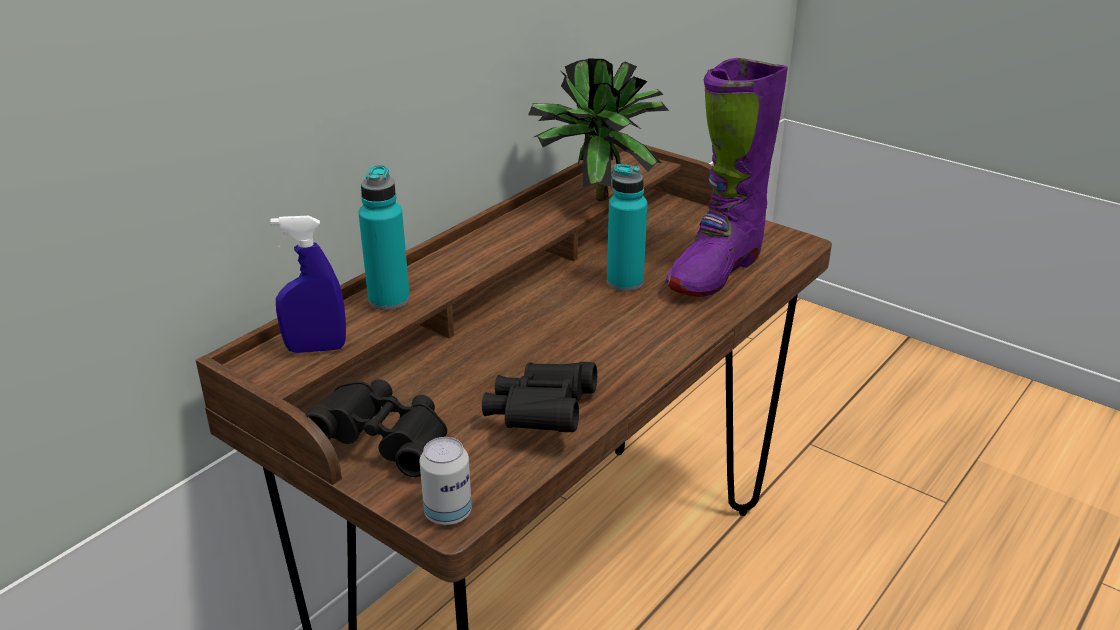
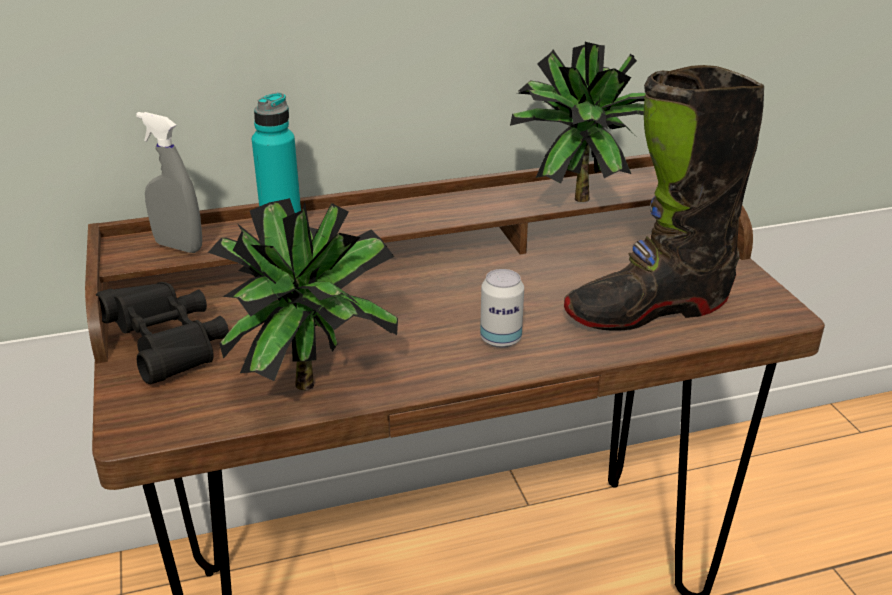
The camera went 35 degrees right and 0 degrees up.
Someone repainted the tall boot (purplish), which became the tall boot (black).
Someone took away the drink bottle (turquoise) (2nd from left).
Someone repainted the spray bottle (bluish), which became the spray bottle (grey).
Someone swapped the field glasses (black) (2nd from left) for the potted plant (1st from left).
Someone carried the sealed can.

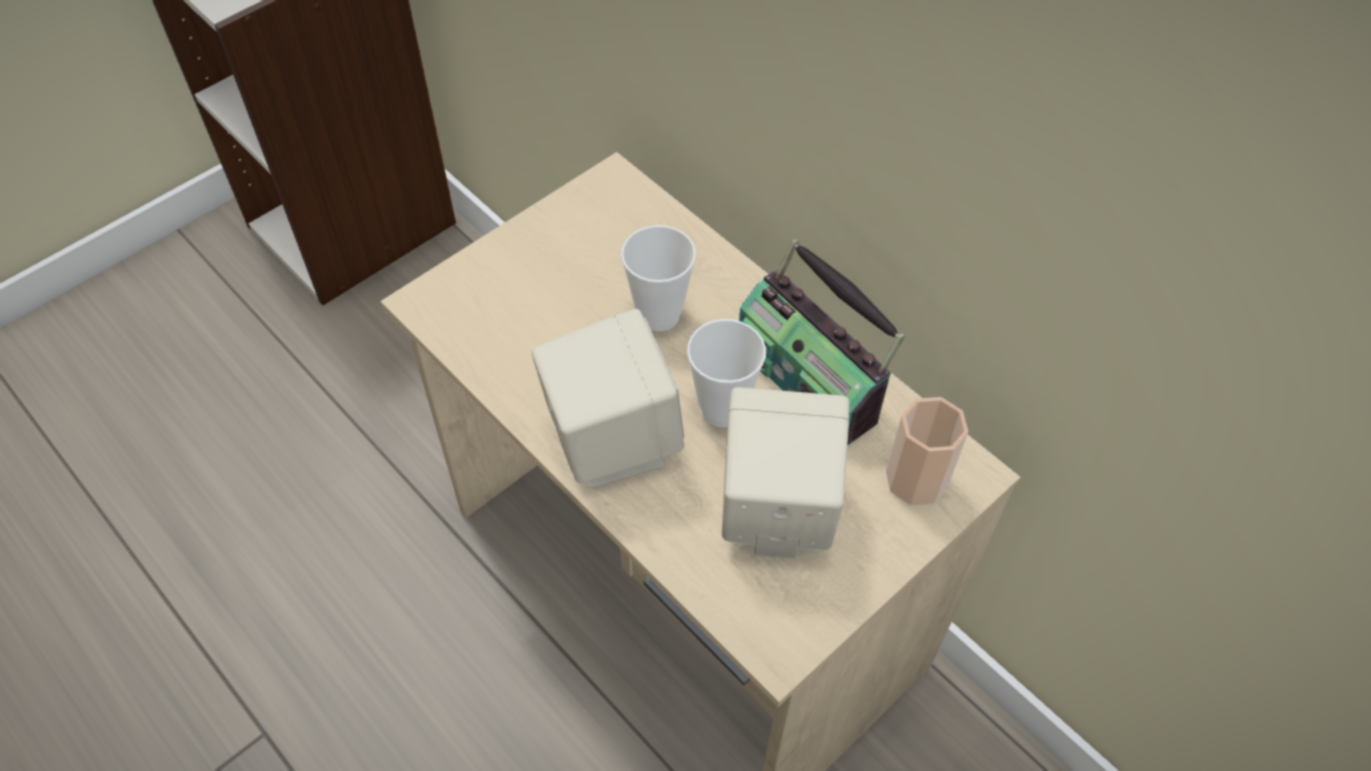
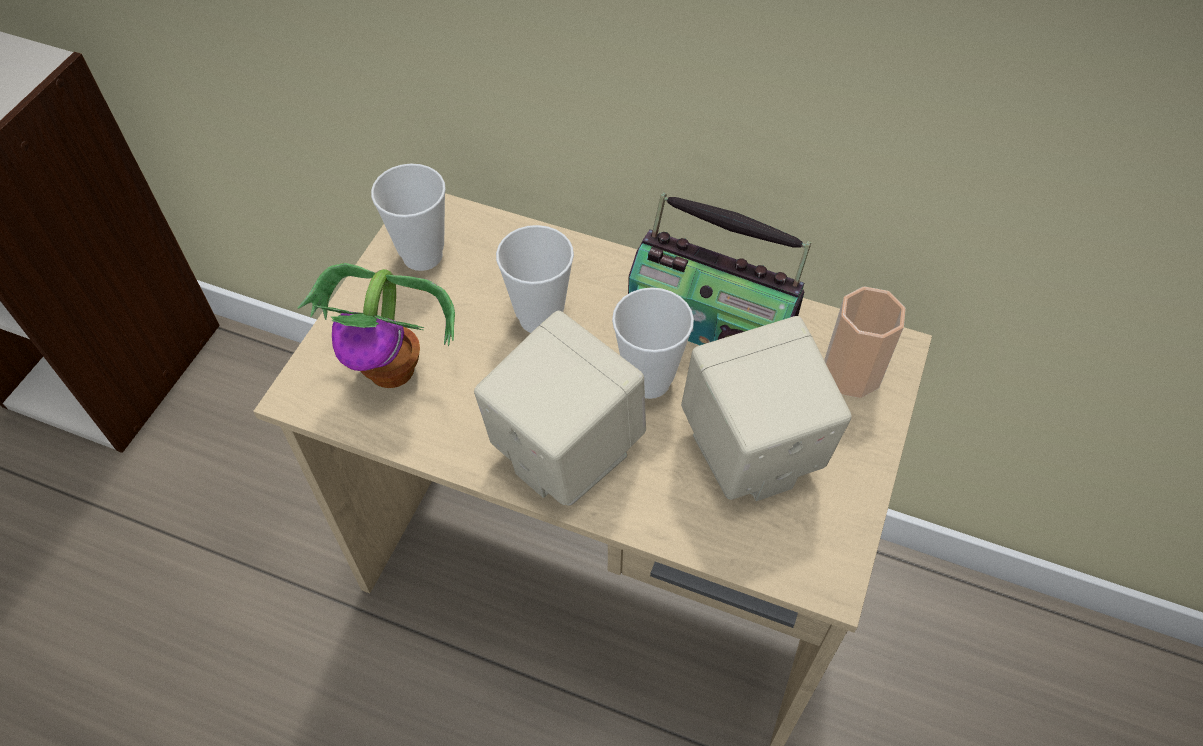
The camera went 25 degrees left and 0 degrees up.
Someone put down the cup (1st from left).
Someone put down the potted plant.

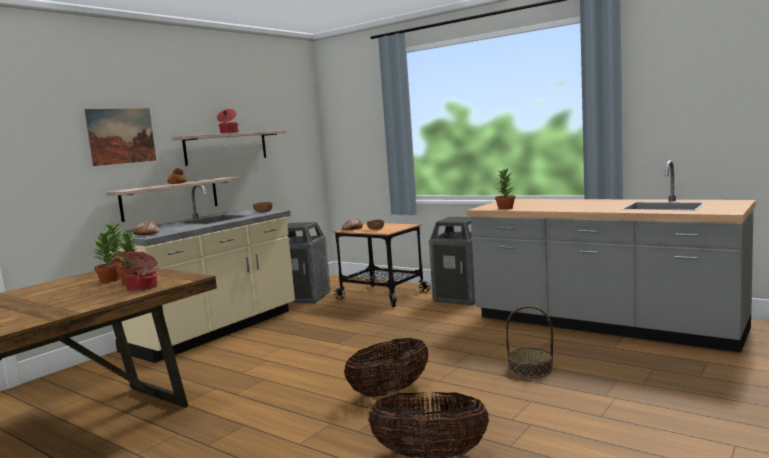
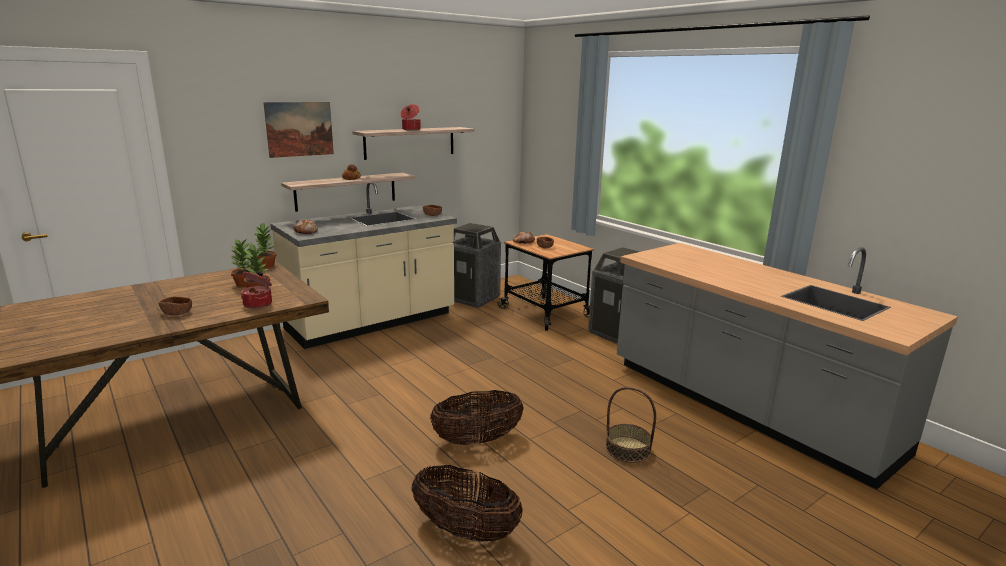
The camera went 15 degrees right and 10 degrees up.
Someone took away the potted plant (4th from left).
Someone put down the deep dish (brown) (1st from left).

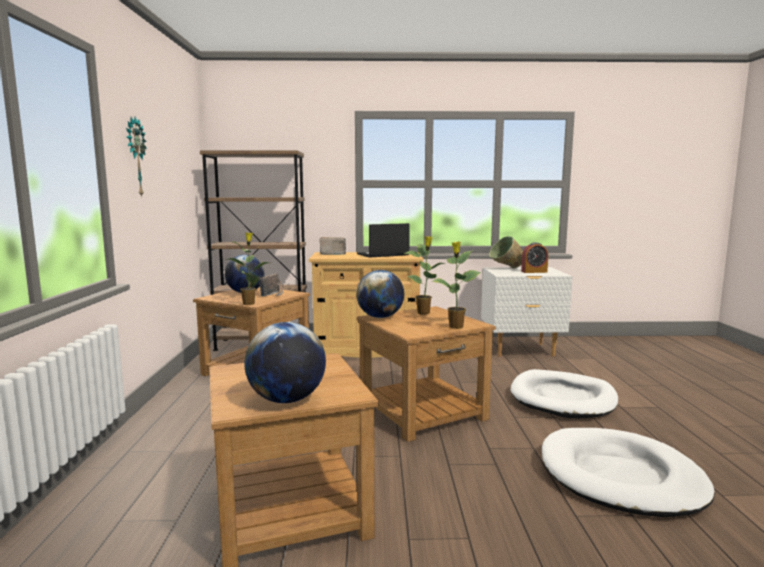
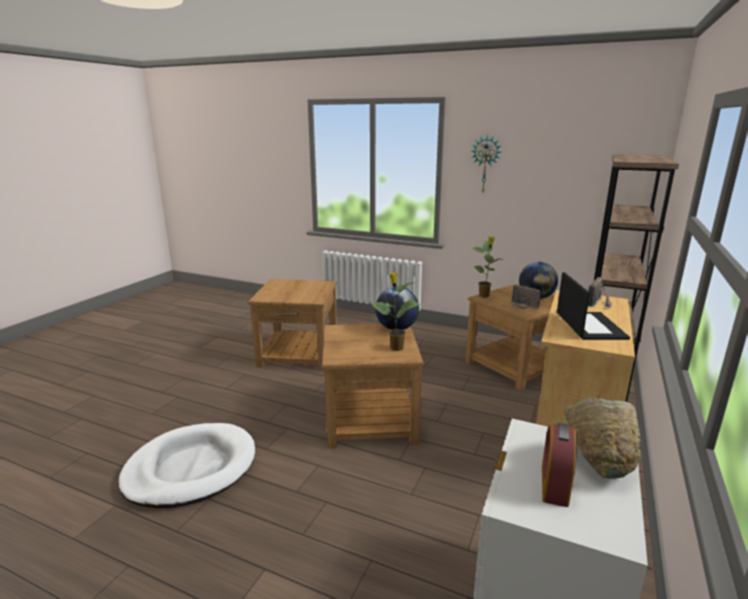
The camera went 115 degrees right and 10 degrees up.
Someone took away the potted plant (3rd from left).
Someone took away the world globe (2nd from left).
Someone took away the pet bed (white-coloured) (1st from left).

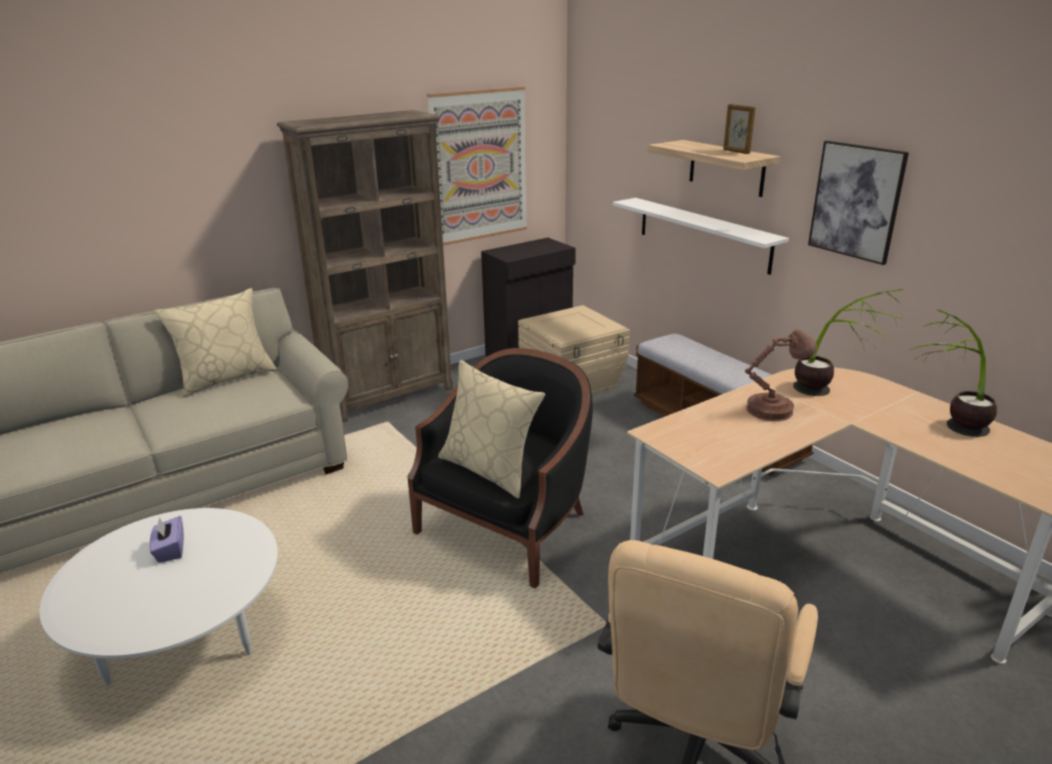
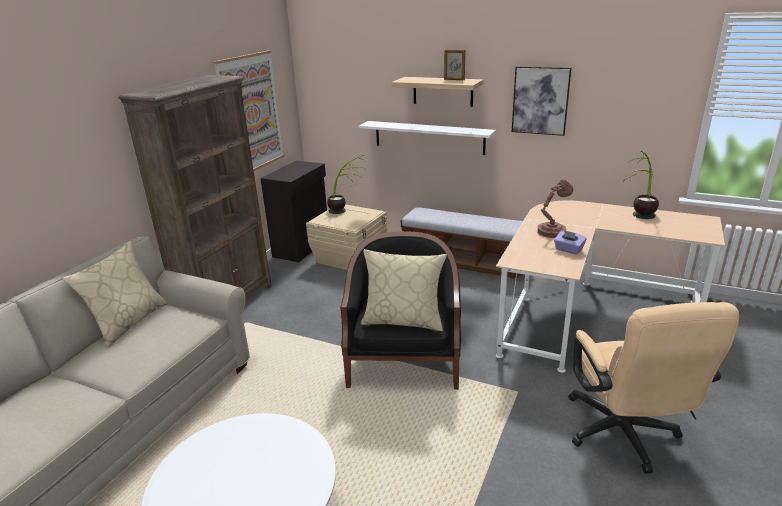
The camera went 30 degrees left and 0 degrees up.
Someone carried the potted plant (1st from left).
Someone carried the box of tissues (purplish).

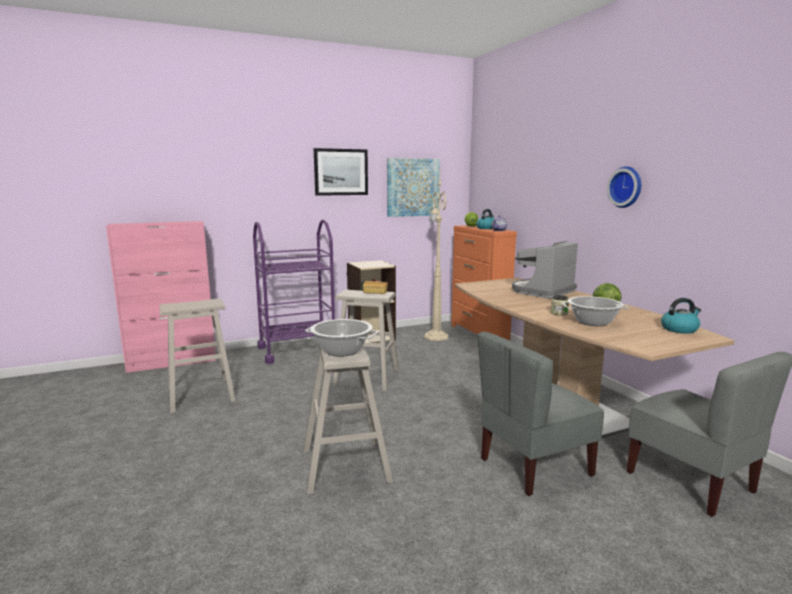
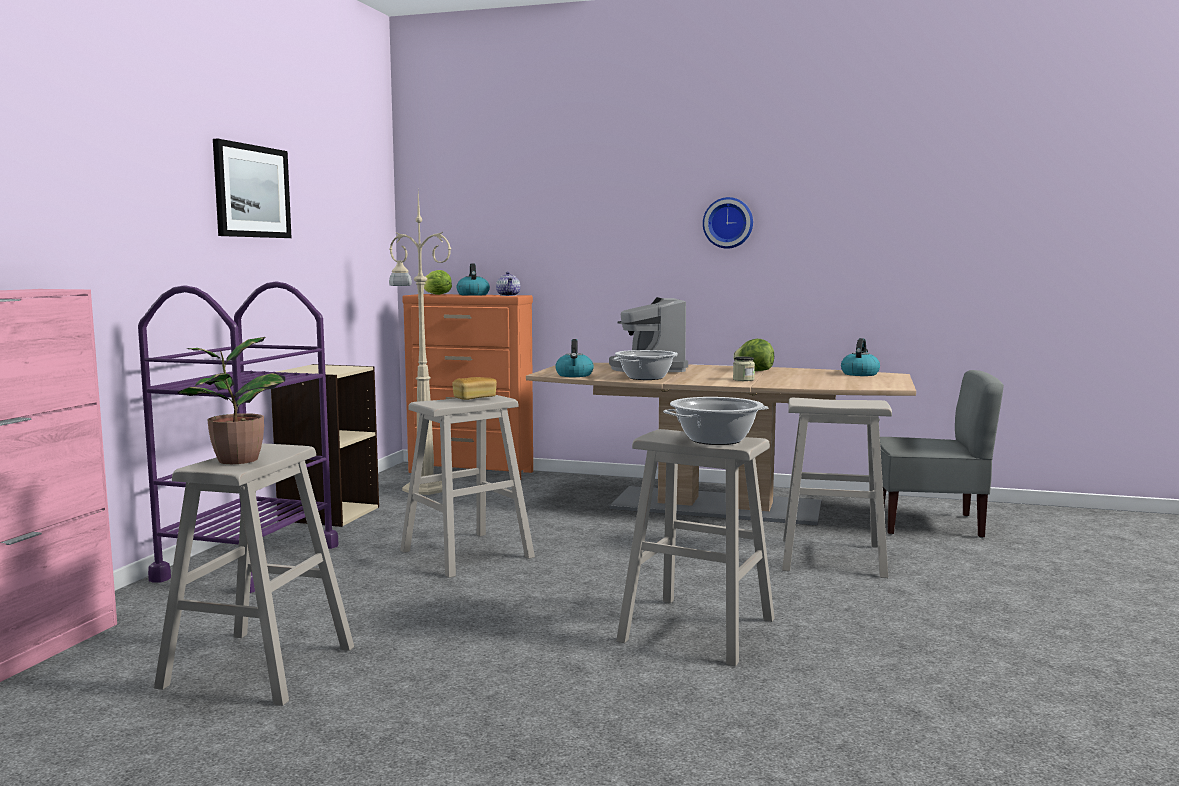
The camera went 50 degrees left and 5 degrees down.
Someone took away the picture (2nd from left).
Someone carried the stockpot (2nd from left in the first image).
Someone swapped the upright chair (grey) (1st from left) for the stool seat (beige-coloured) (4th from left).
Someone put down the potted plant.
Someone put down the tea kettle (2nd from left).

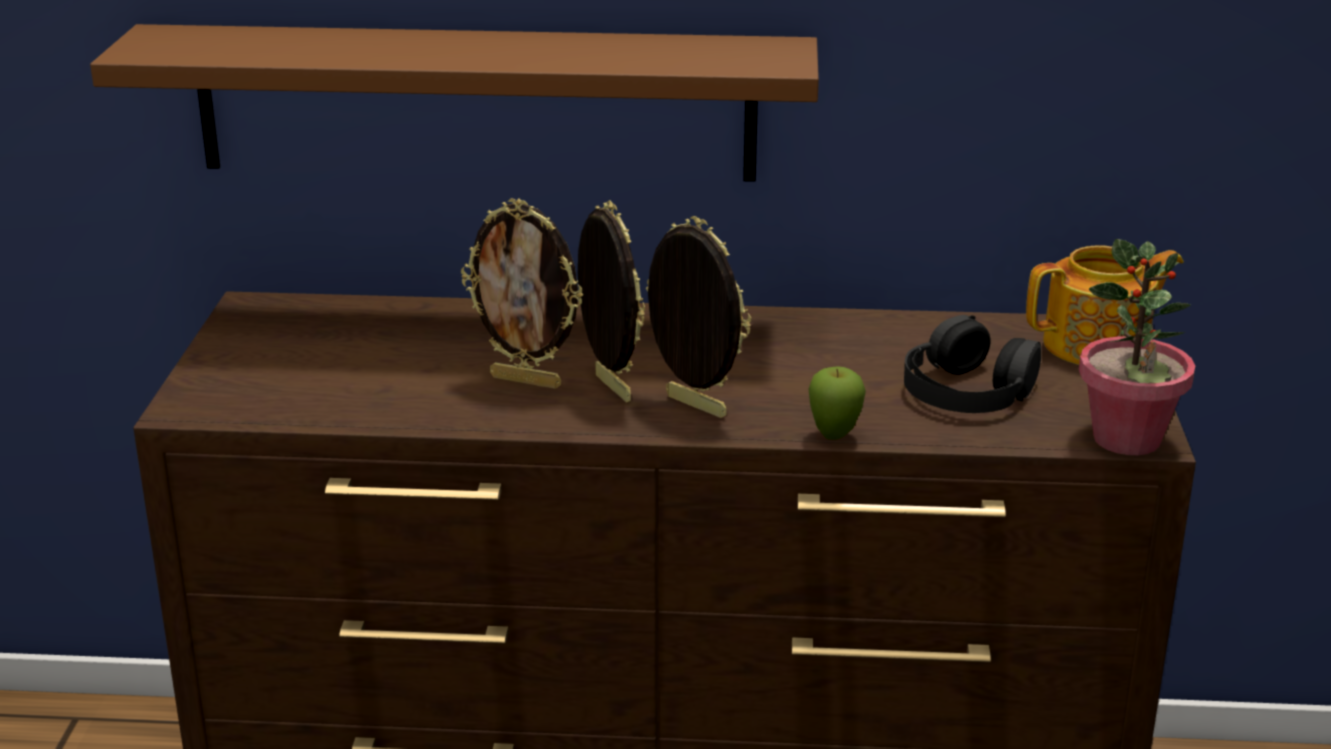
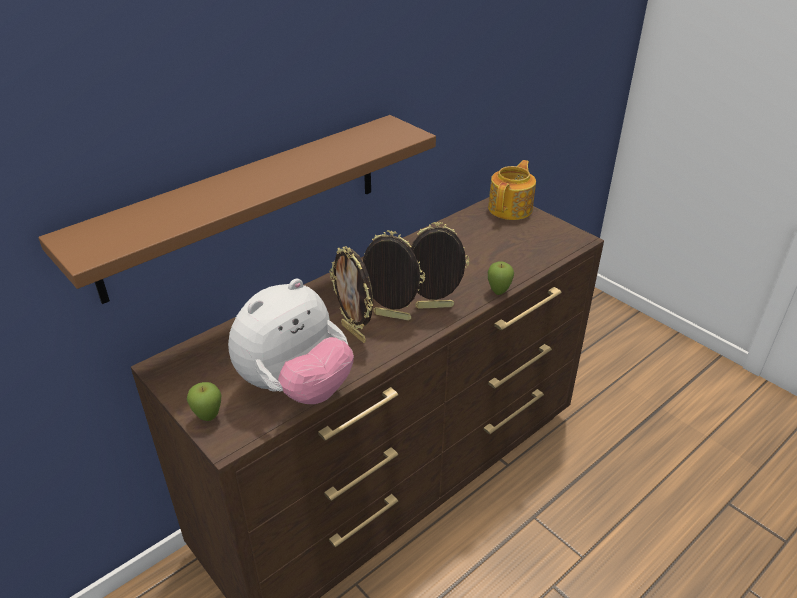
The camera went 45 degrees left and 10 degrees up.
Someone rotated the standing frame (1st from left) by 75 degrees clockwise.
Someone took away the potted plant.
Someone took away the pair of headphones (black).
Someone put down the plush toy.
Someone put down the apple (1st from left).

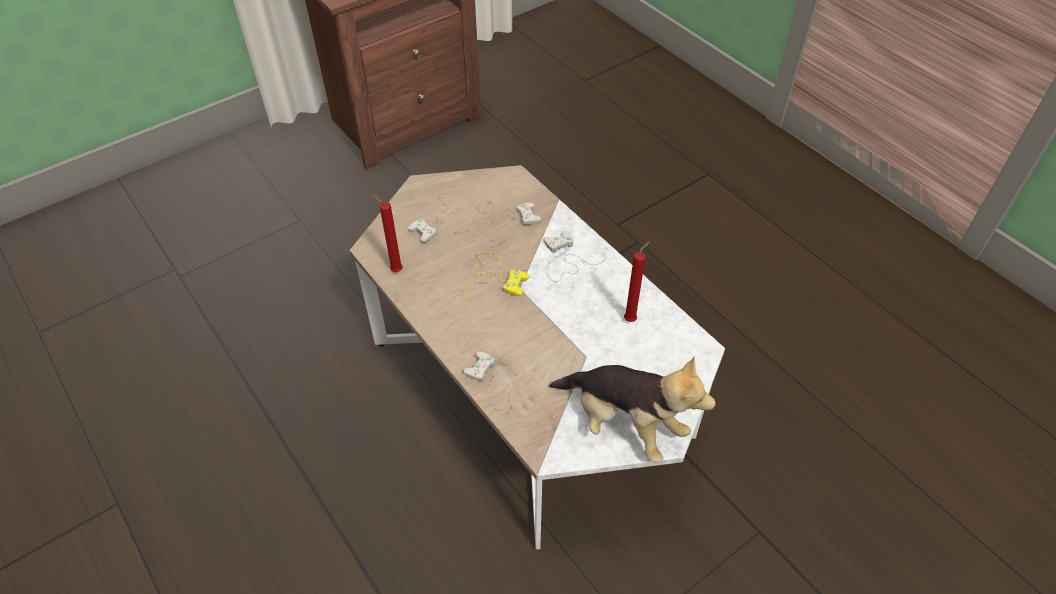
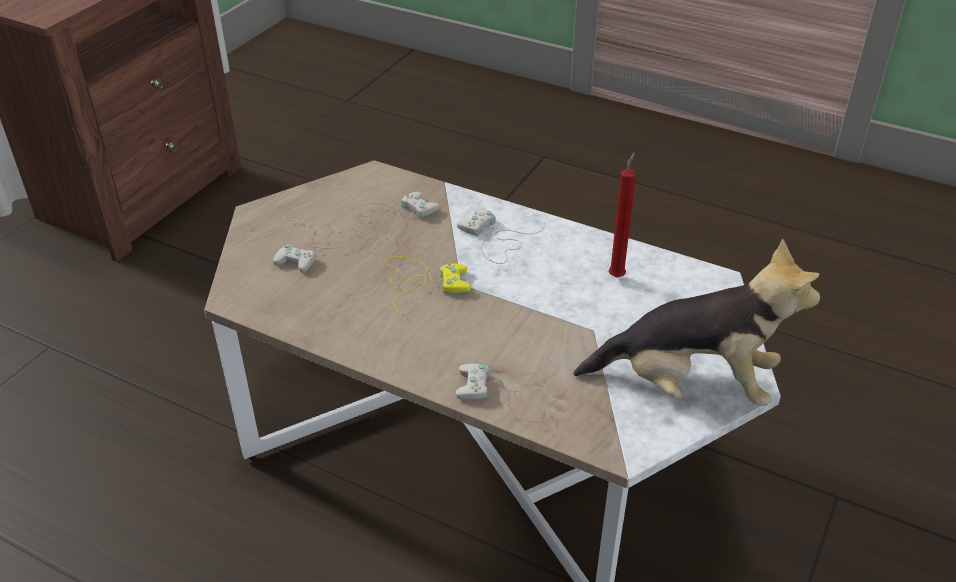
The camera went 25 degrees left and 10 degrees down.
Someone took away the wax candle (red-coloured) (1st from left).

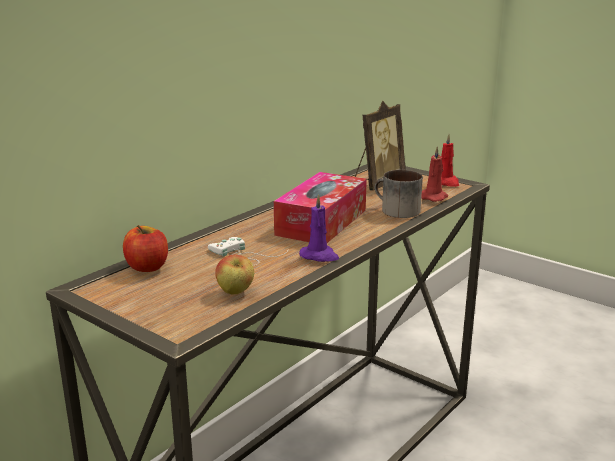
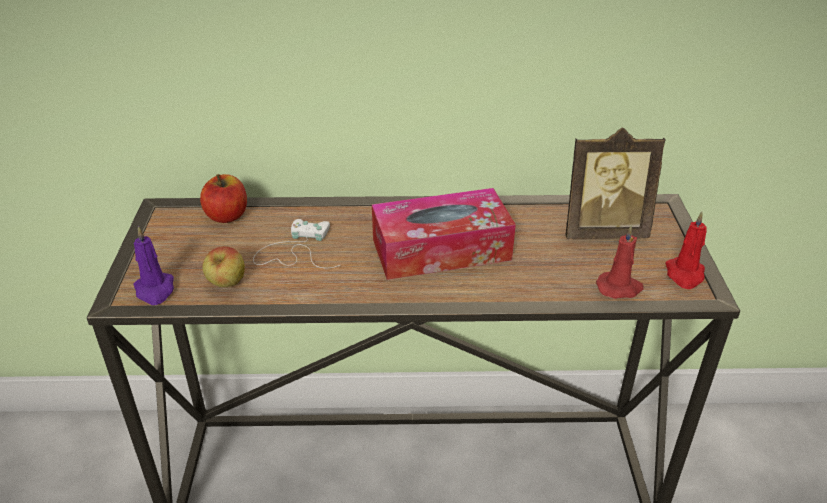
The camera went 50 degrees right and 15 degrees up.
Someone took away the coffee mug.
Someone carried the wax candle (purplish).

